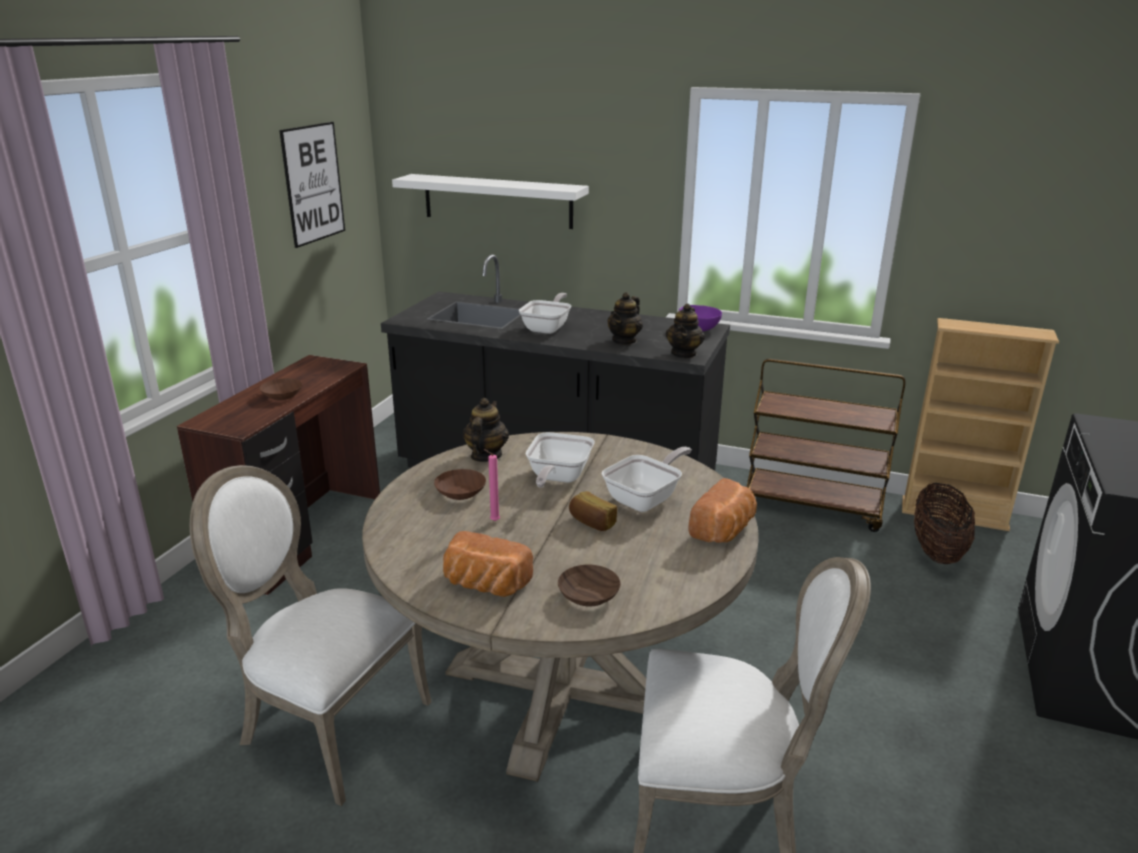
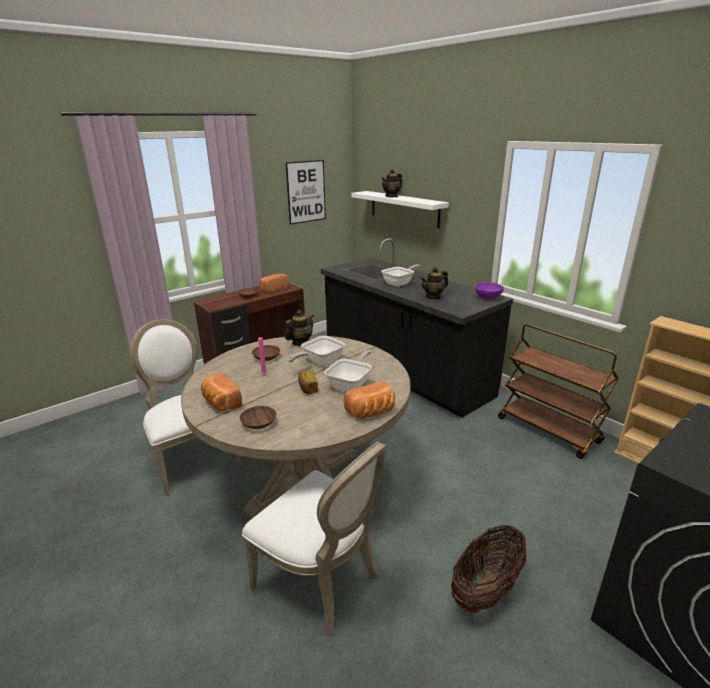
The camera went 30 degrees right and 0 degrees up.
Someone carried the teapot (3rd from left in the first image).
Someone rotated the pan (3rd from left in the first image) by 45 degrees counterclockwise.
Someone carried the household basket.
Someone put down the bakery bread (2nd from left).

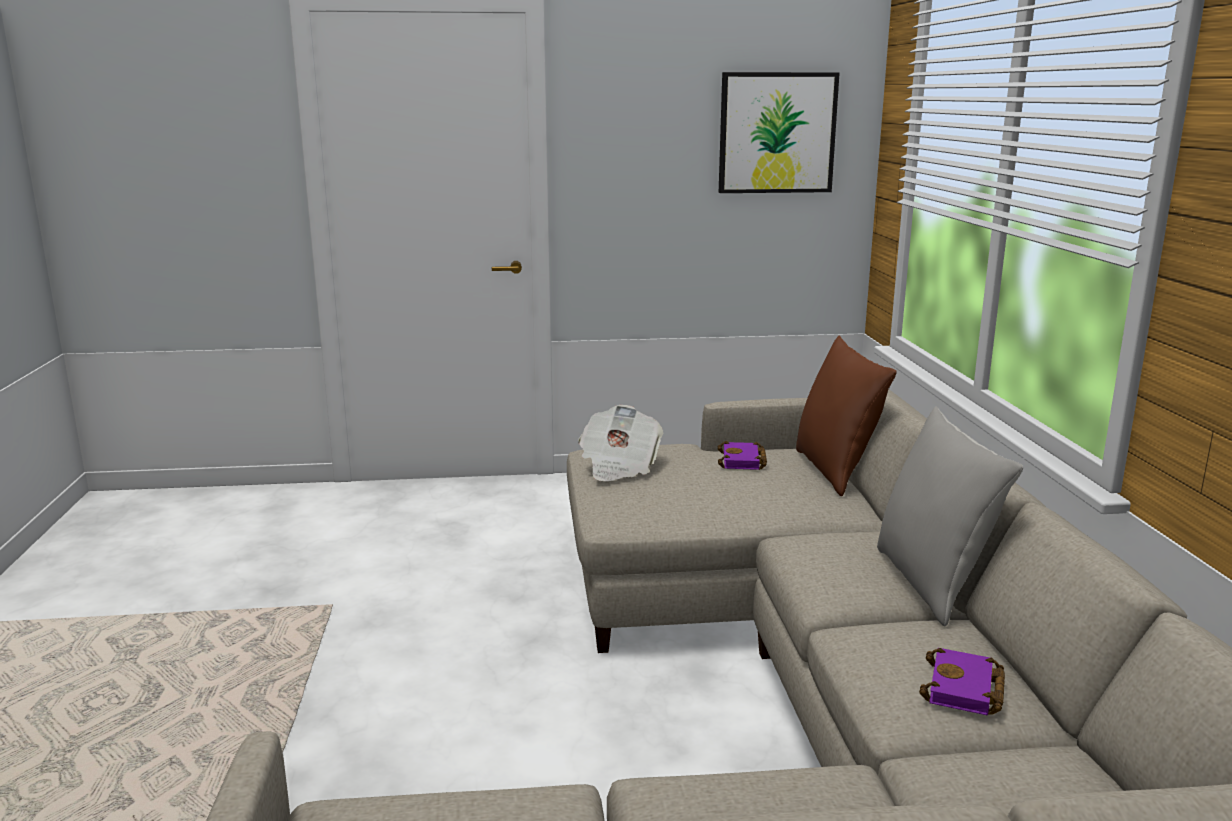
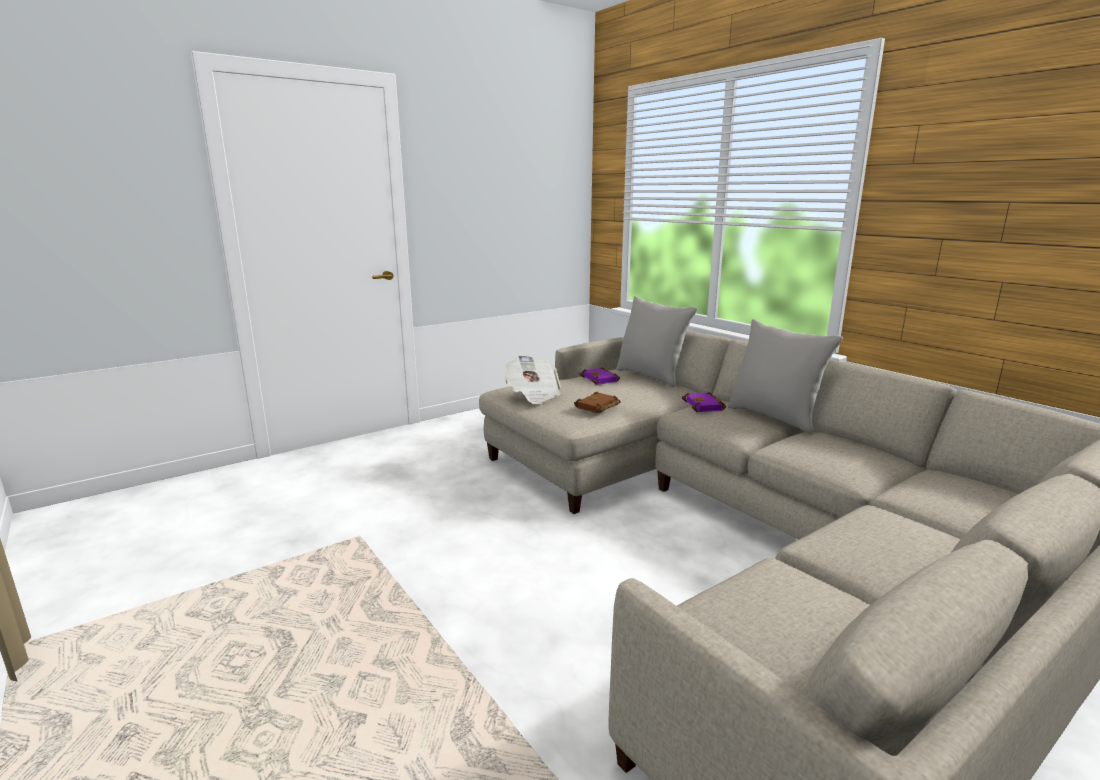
The camera went 30 degrees left and 0 degrees up.
Someone took away the picture.
Someone repainted the pillow (brown), which became the pillow (grey) (1st from left).
Someone carried the volume (purplish) (2nd from left).
Someone put down the volume (brown).

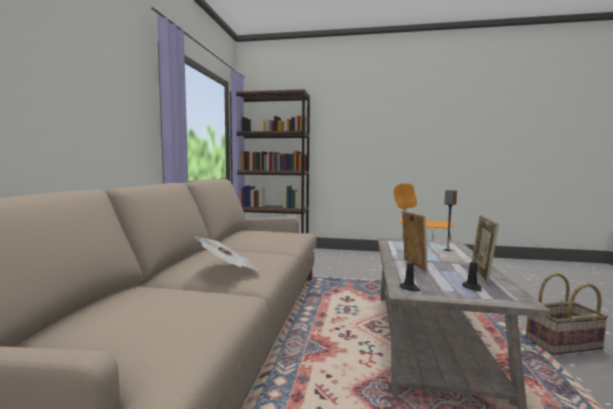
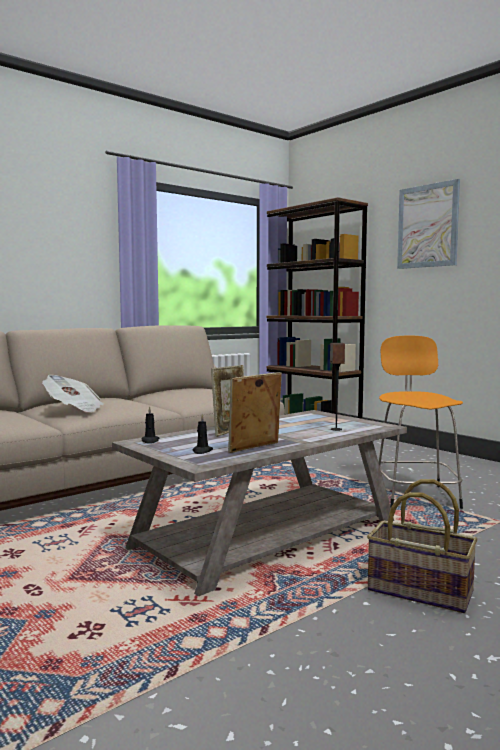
The camera went 40 degrees right and 0 degrees up.
Someone put up the picture.

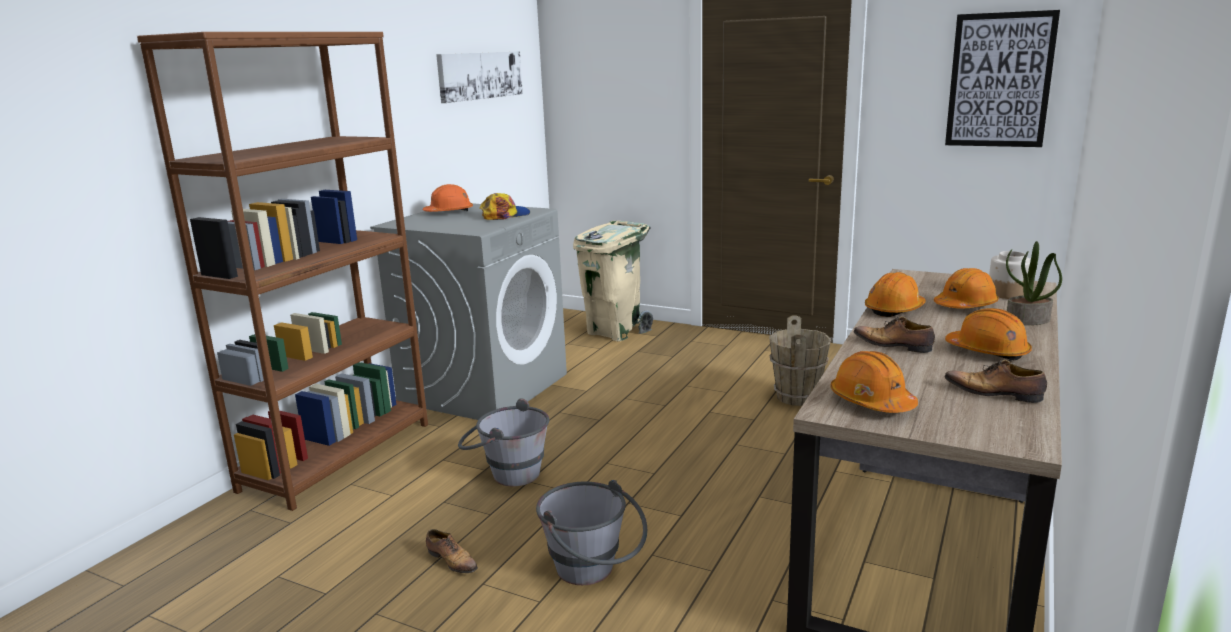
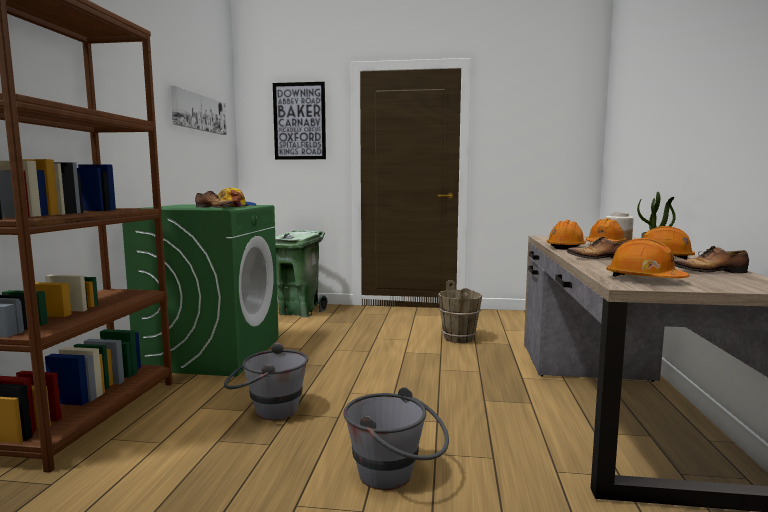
The camera went 20 degrees left and 10 degrees down.
Someone carried the picture (2nd from left).
Someone took away the hard hat (orange) (1st from left).
Someone repainted the laundry appliance (grey), which became the laundry appliance (green).
Someone repainted the rubbish bin (beige-coloured), which became the rubbish bin (green).
Someone carried the item of footwear (1st from left).

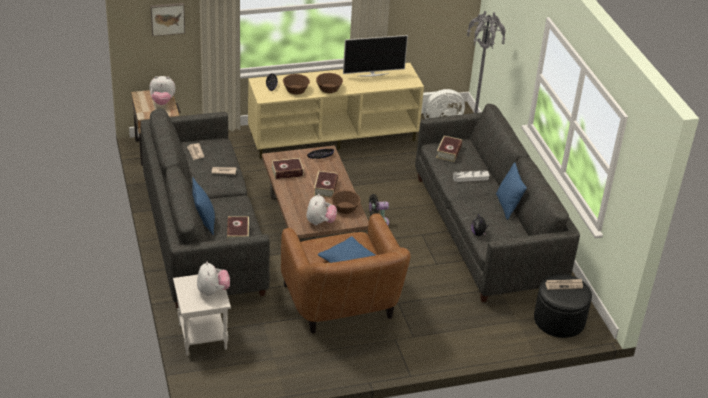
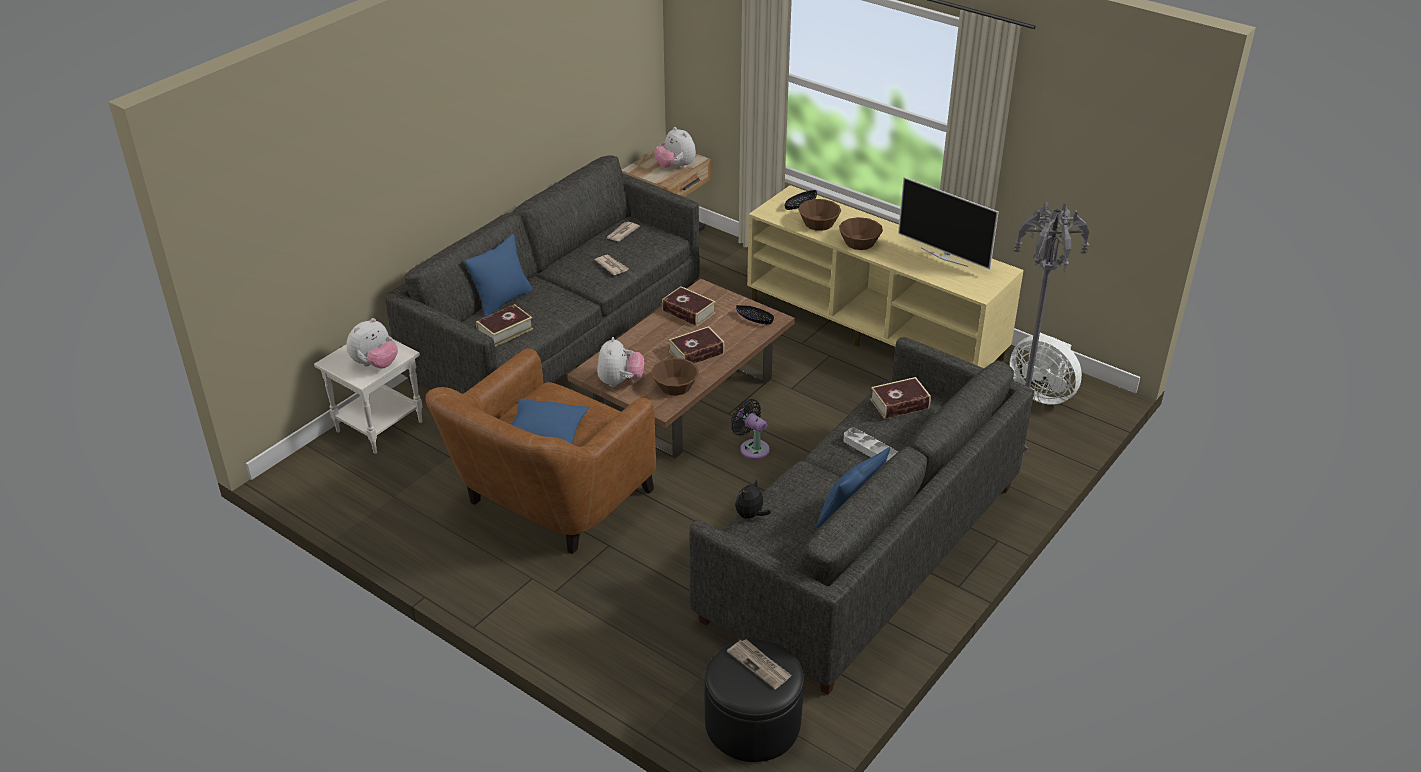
The camera went 55 degrees right and 0 degrees up.
Someone took away the picture.
Someone rotated the plush toy (3rd from left in the first image) by 60 degrees counterclockwise.

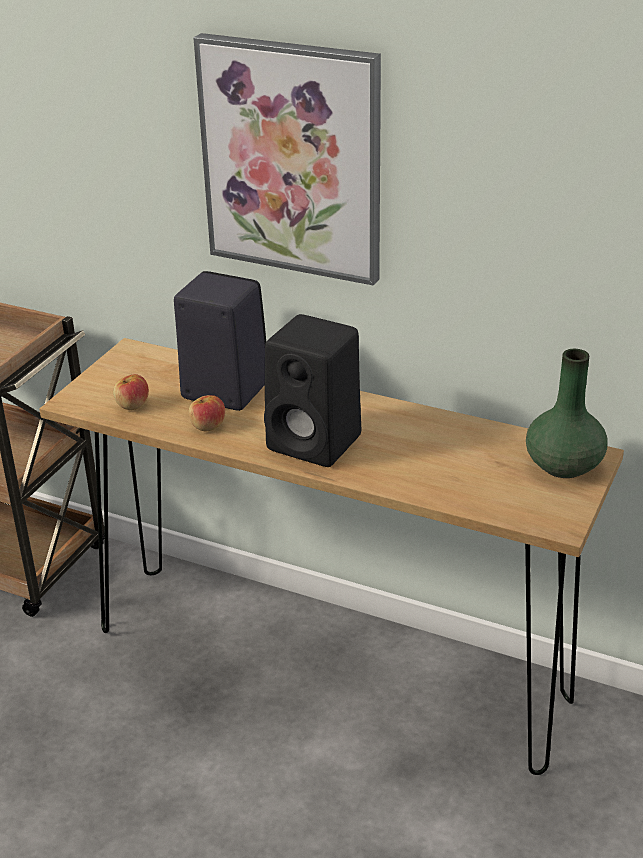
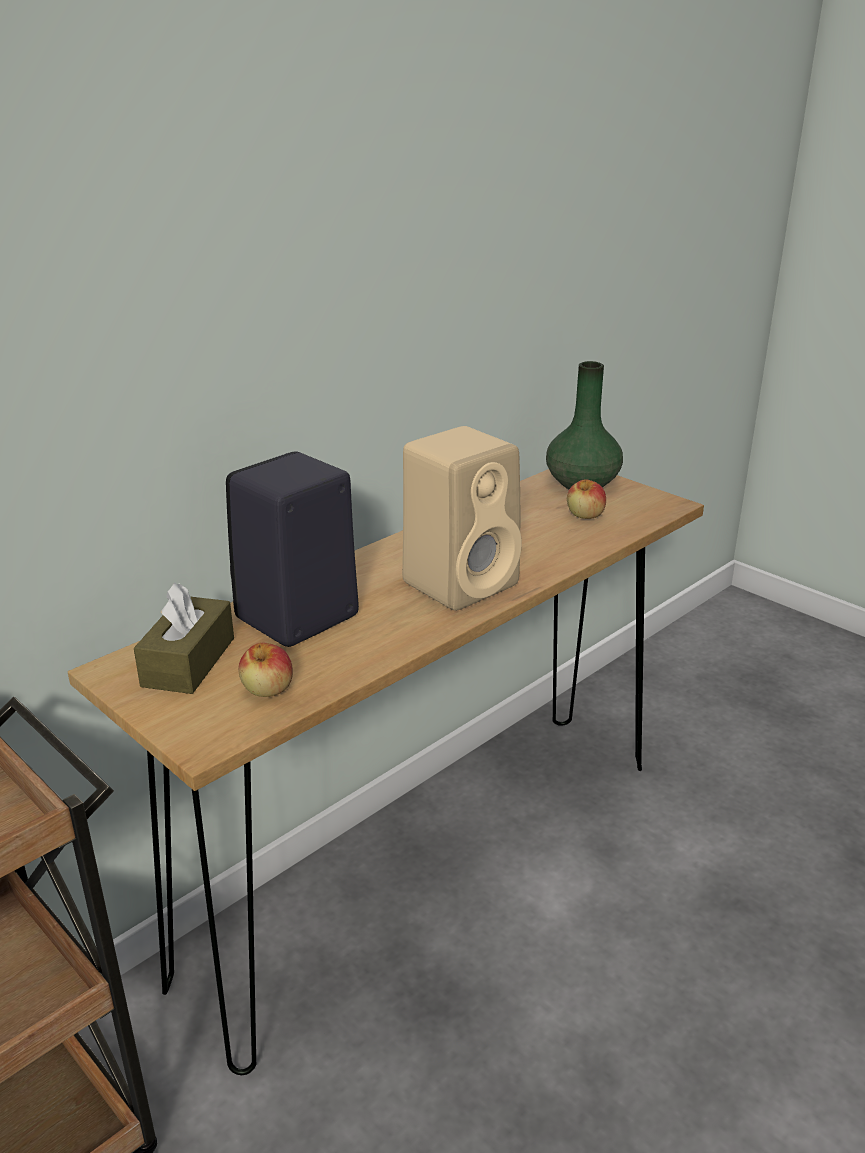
The camera went 70 degrees left and 5 degrees down.
Someone took away the picture.
Someone repainted the audio speaker (black) (2nd from left), which became the audio speaker (beige-coloured).
Someone carried the apple (2nd from left).
Someone put down the box of tissues (brown).

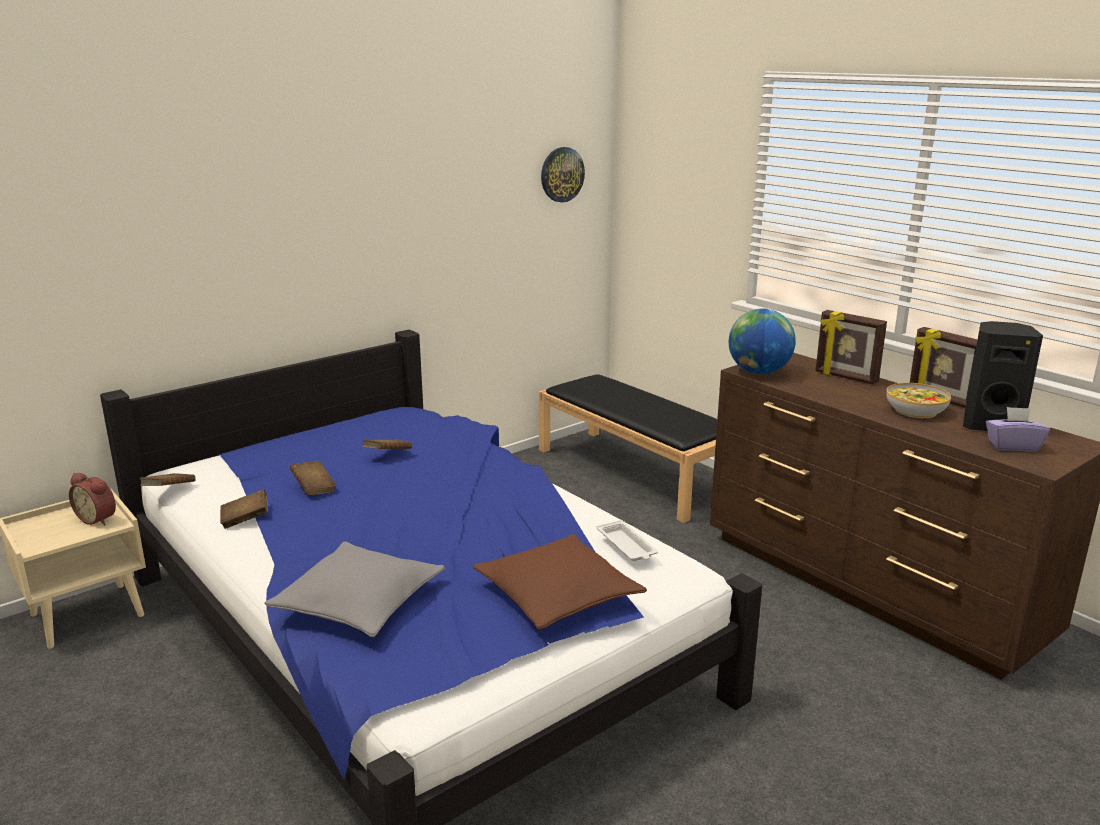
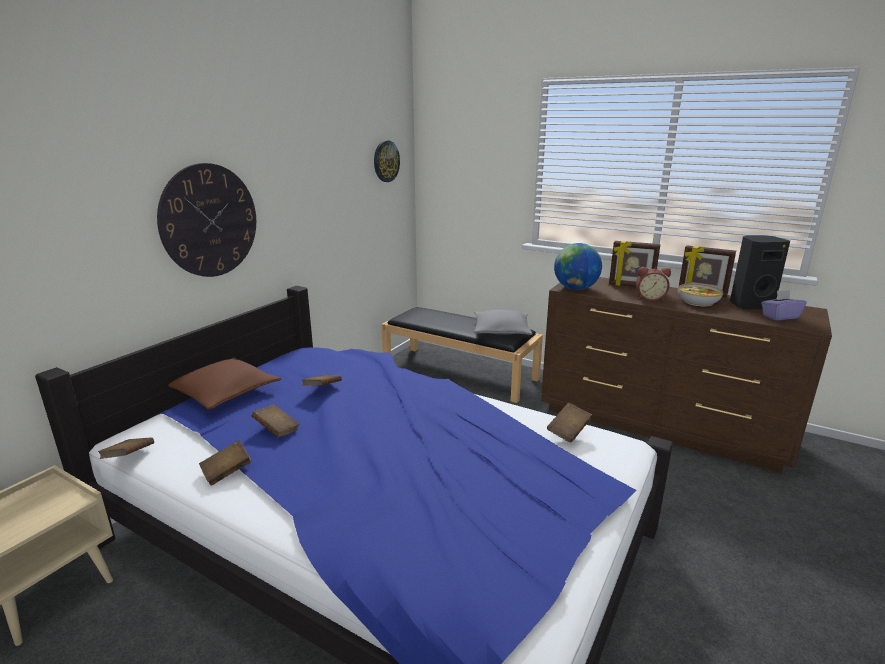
The camera went 20 degrees left and 0 degrees up.
Someone carried the bedside clock.
Someone swapped the serving tray (white-coloured) for the volume (brown) (5th from left).
Someone carried the pillow (brown).
Someone carried the pillow (grey).
Someone put up the wall clock (1st from left).

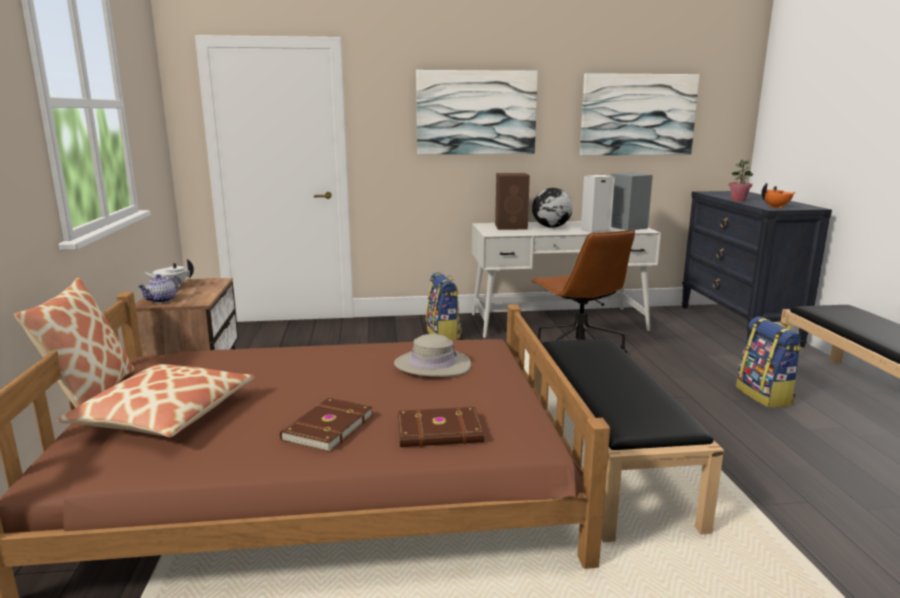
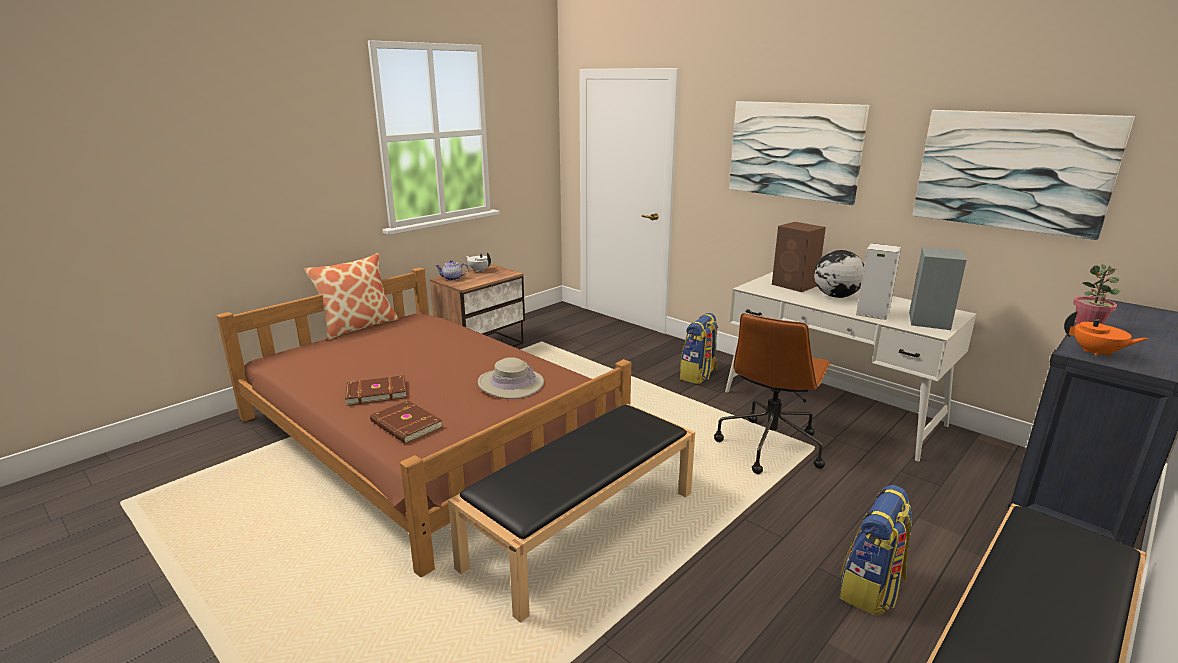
The camera went 50 degrees right and 5 degrees up.
Someone took away the pillow (2nd from left).

